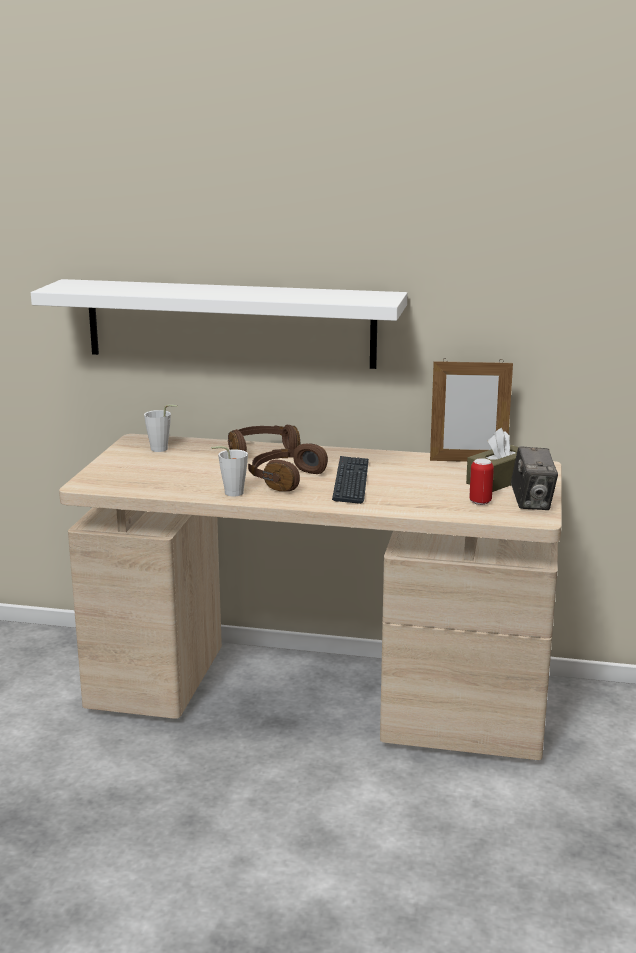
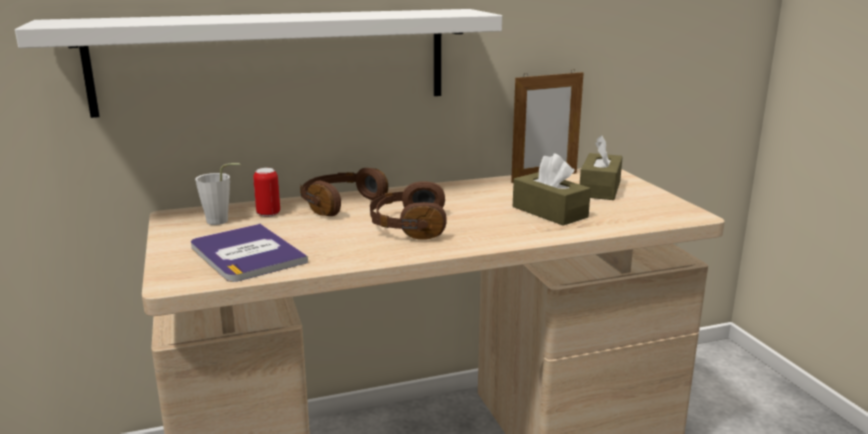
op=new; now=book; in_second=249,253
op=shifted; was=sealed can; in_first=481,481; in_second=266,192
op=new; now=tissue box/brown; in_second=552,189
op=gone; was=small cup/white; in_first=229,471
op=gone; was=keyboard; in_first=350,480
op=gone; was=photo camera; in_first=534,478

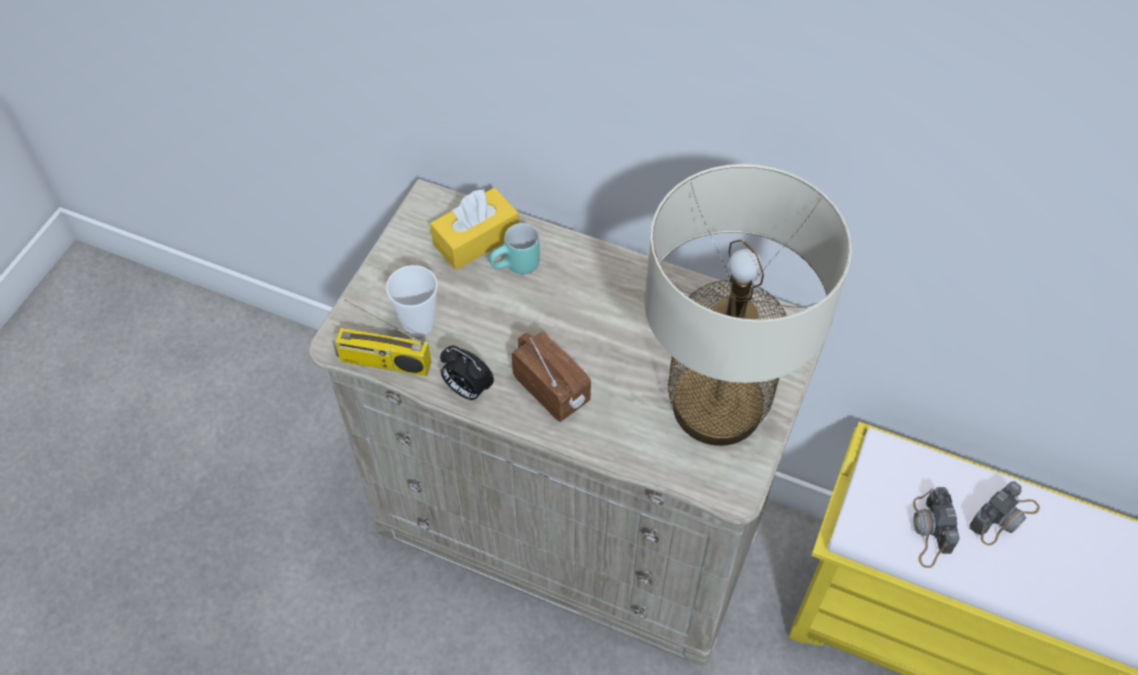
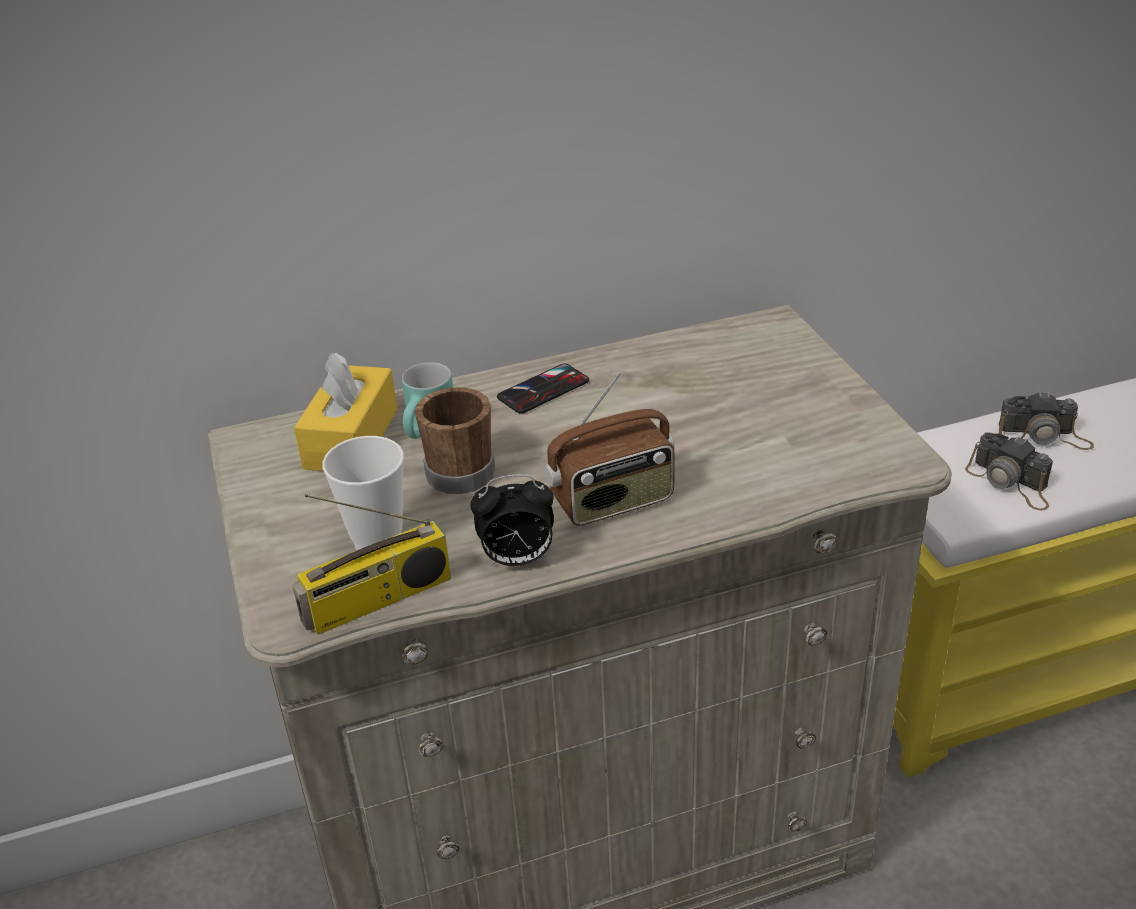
op=new; now=mug/brown; in_second=455,440
op=new; now=phone; in_second=543,388
op=rotated; was=radio receiver; in_first=551,377; in_second=609,449; clockwise=150
op=rotated; was=photo camera; in_first=1004,513; in_second=1046,420; clockwise=90
op=gone; was=tabletop lamp; in_first=748,305

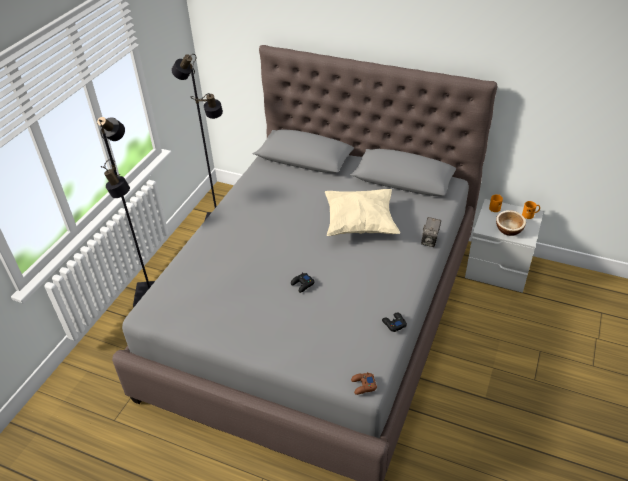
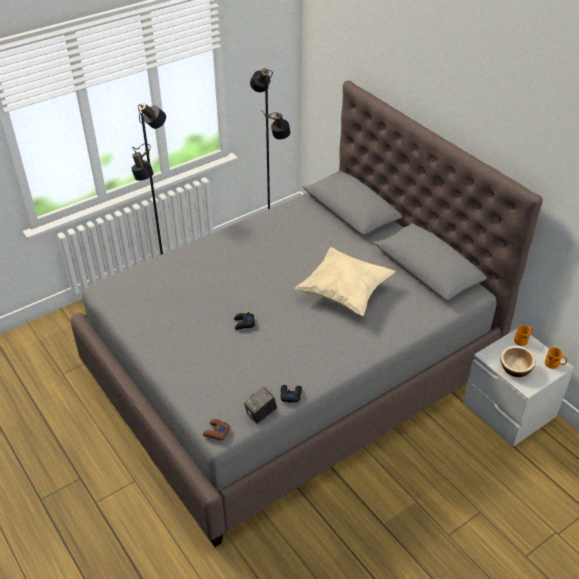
op=shifted; was=photo camera; in_first=431,232; in_second=260,405

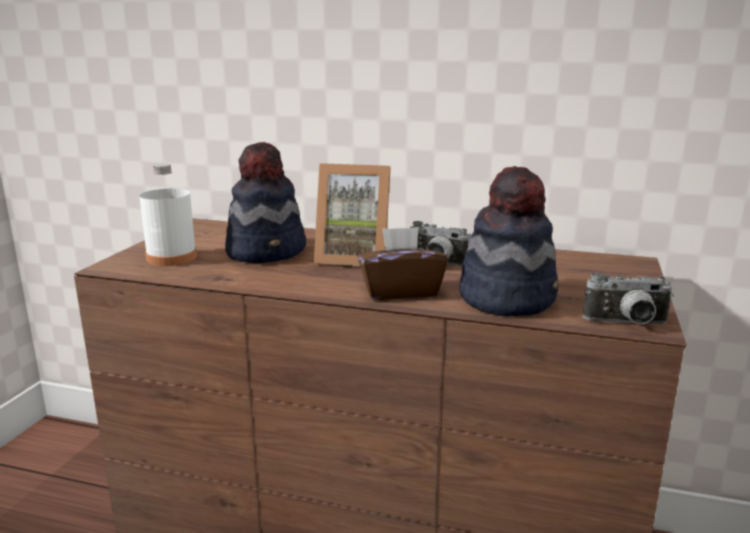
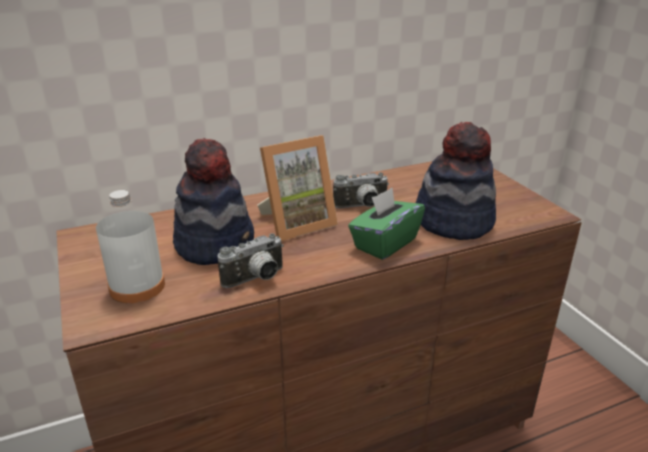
op=shifted; was=photo camera; in_first=628,298; in_second=250,260
op=repainted; was=tissue box/brown; now=tissue box/green; in_first=403,263; in_second=386,224

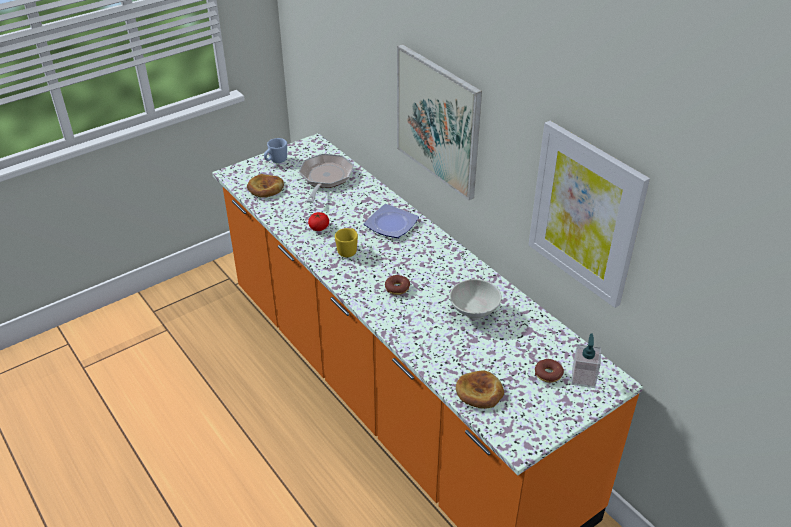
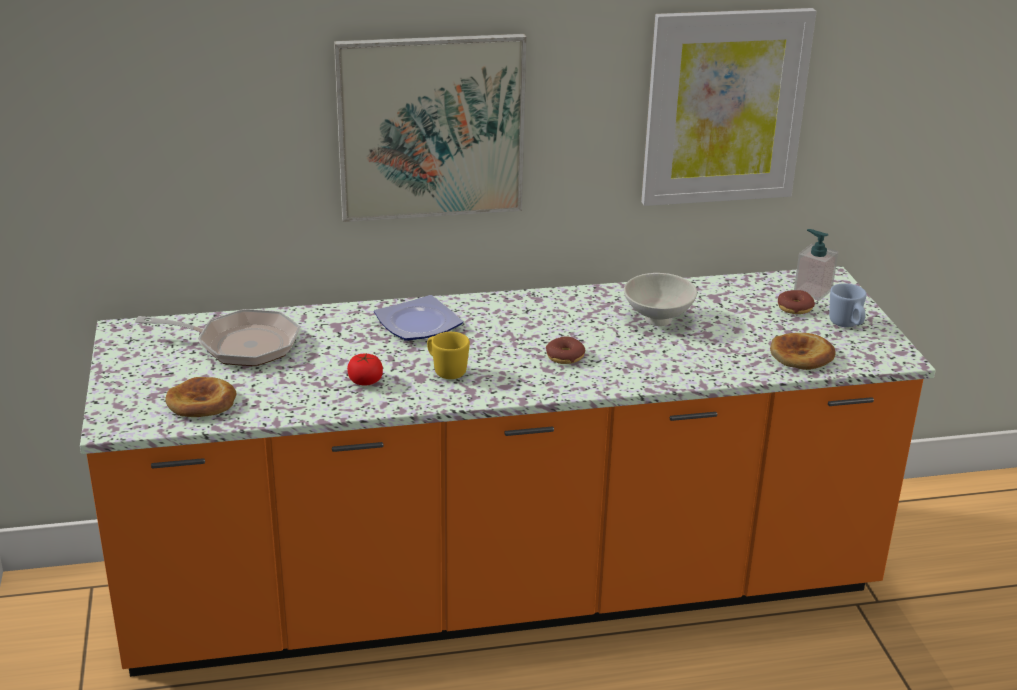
op=rotated; was=pan; in_first=326,178; in_second=217,337; clockwise=150
op=shifted; was=mug/blue; in_first=275,150; in_second=848,305

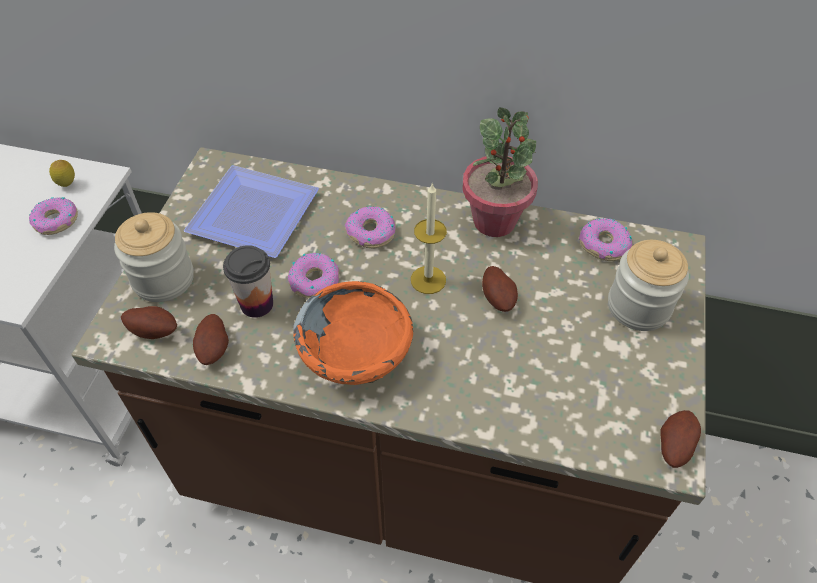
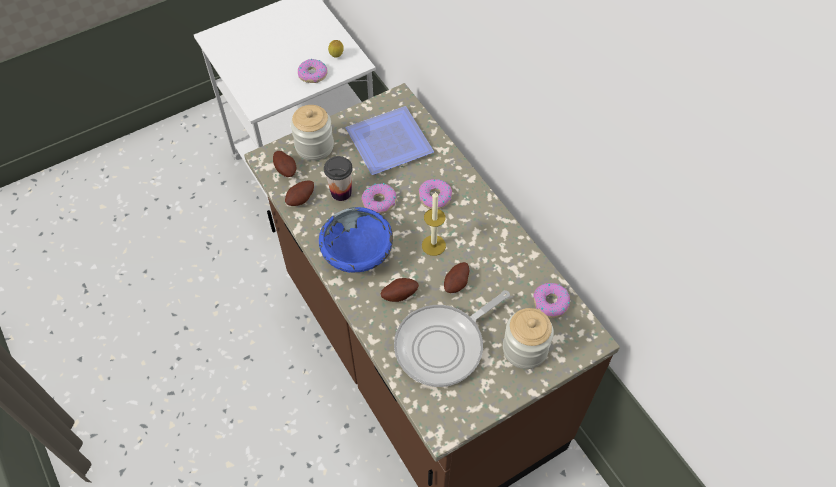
op=repainted; was=deep dish/orange; now=deep dish/blue; in_first=353,333; in_second=356,240
op=shifted; was=spud; in_first=680,439; in_second=399,290
op=new; now=pan; in_second=452,338
op=gone; was=potted plant; in_first=500,172

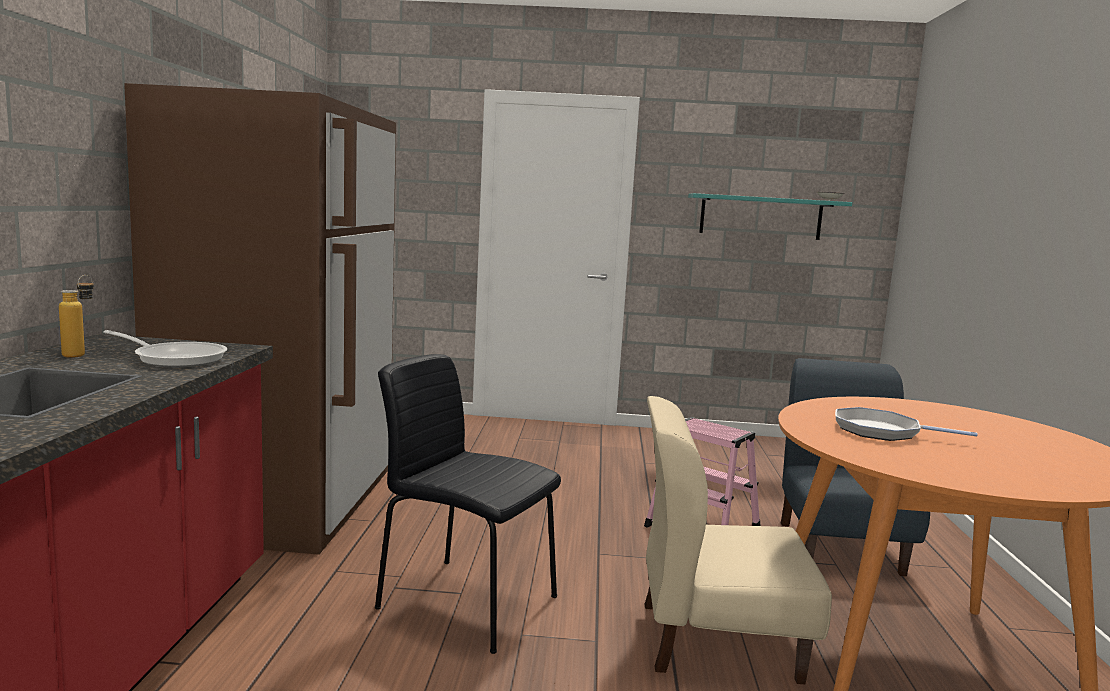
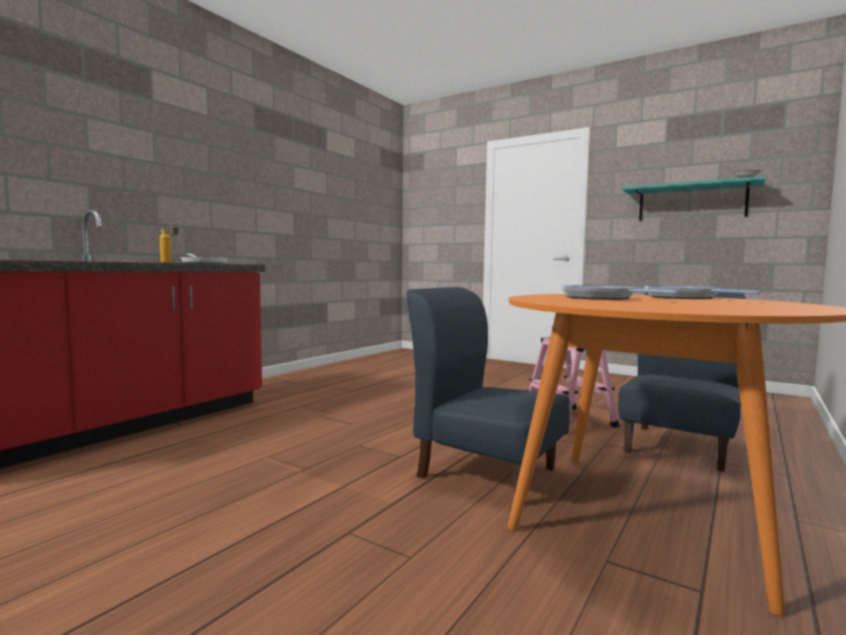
op=repainted; was=upright chair/sand-coloured; now=upright chair/blue; in_first=738,540; in_second=488,391
op=new; now=pan; in_second=703,292
op=gone; was=fridge/brown; in_first=260,319
op=gone; was=upright chair/blackish; in_first=468,504

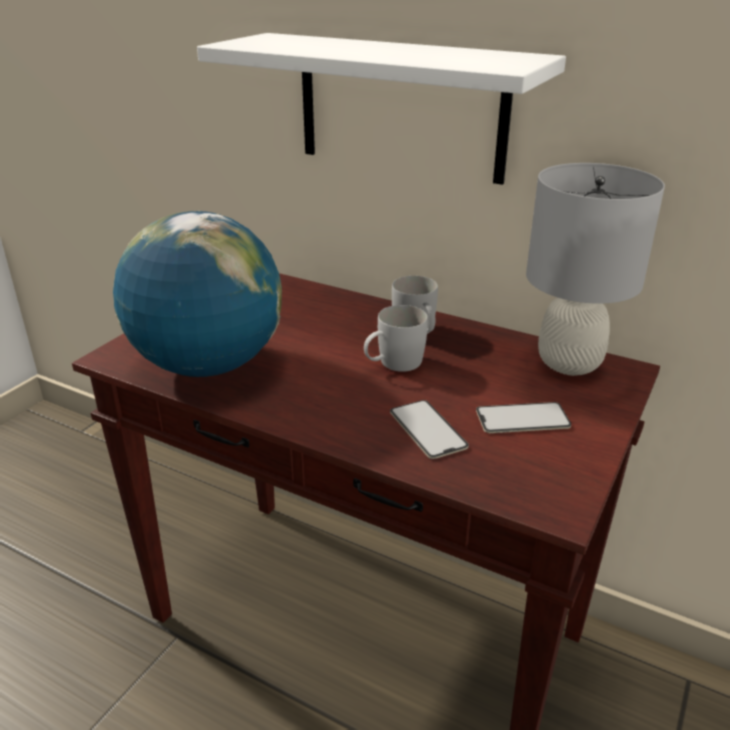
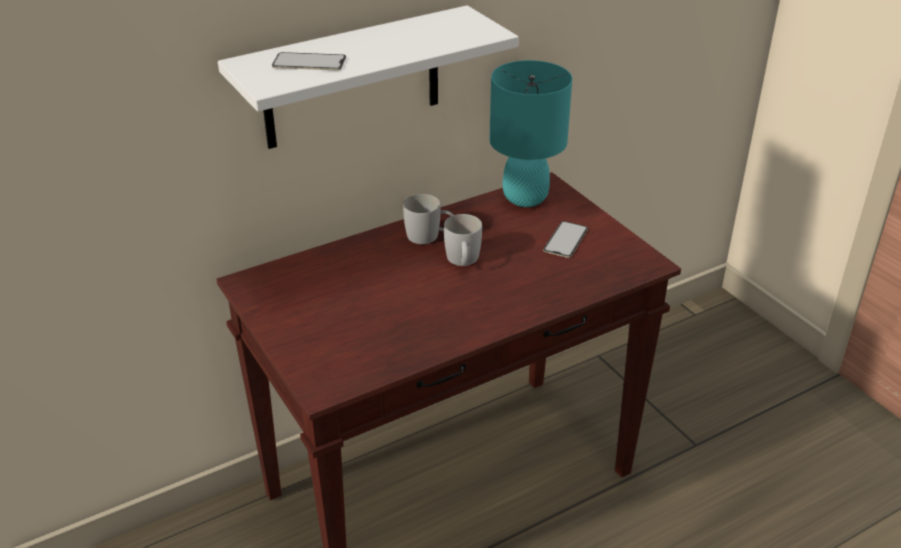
op=shifted; was=phone; in_first=429,429; in_second=309,61
op=repainted; was=tabletop lamp/gray; now=tabletop lamp/blue-green; in_first=595,269; in_second=531,133
op=gone; was=world globe; in_first=197,294

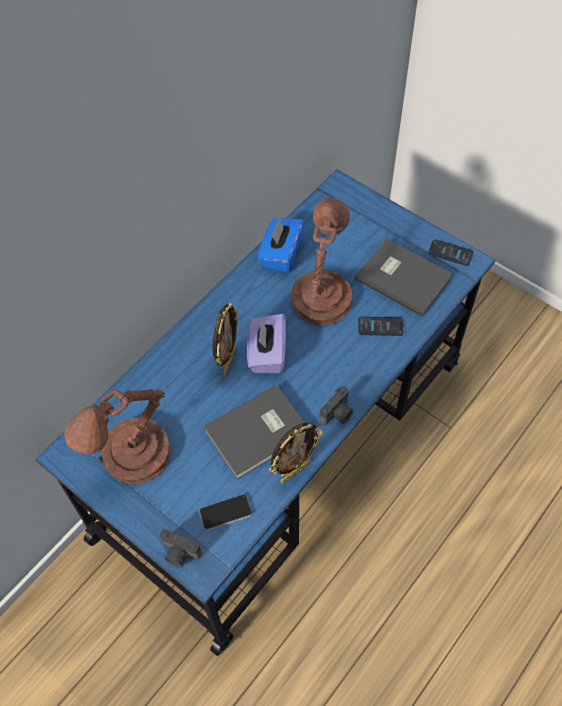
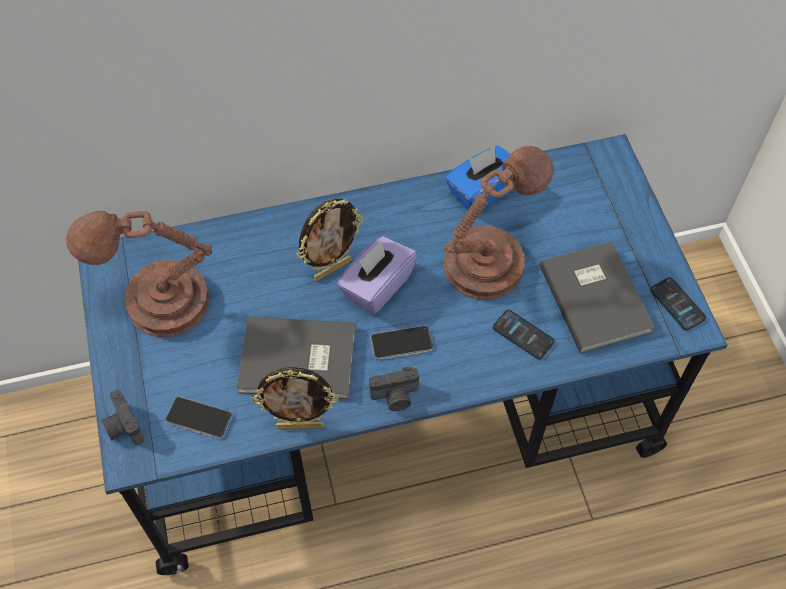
op=new; now=phone; in_second=401,343

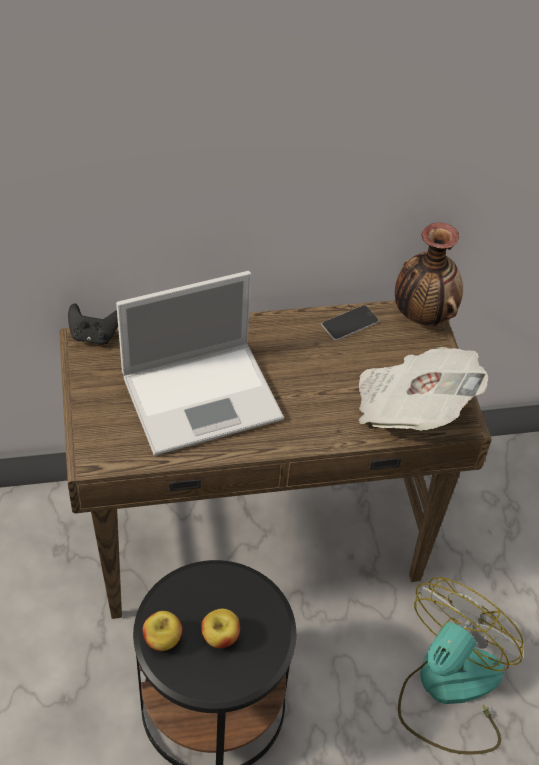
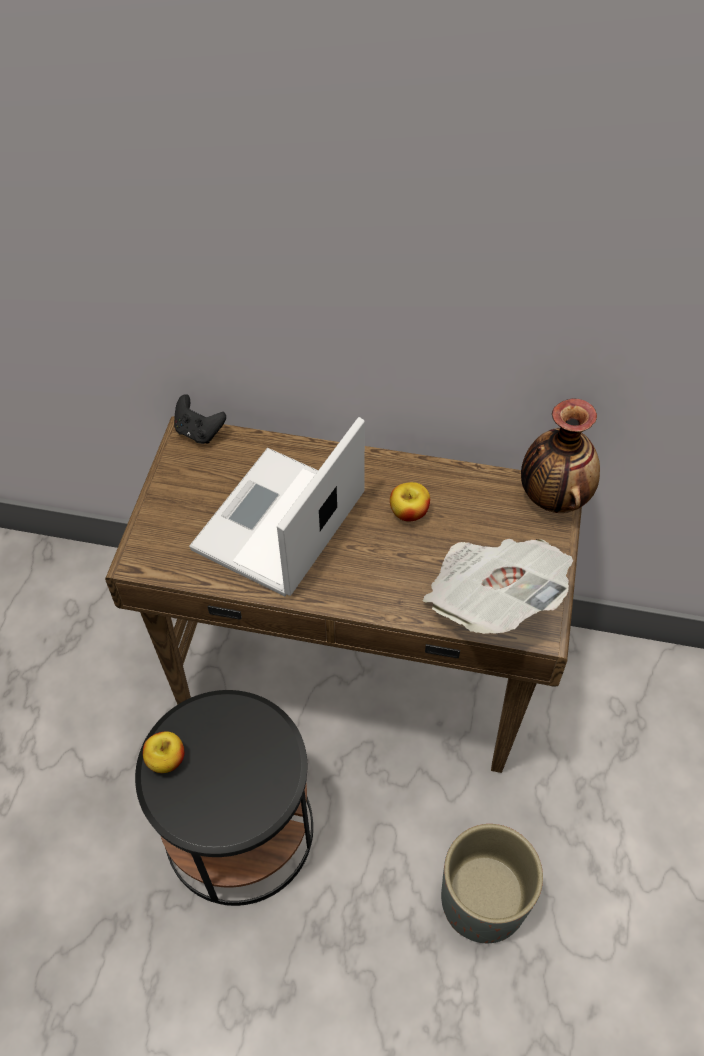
op=rotated; was=notebook computer; in_first=200,363; in_second=277,507; clockwise=120
op=shifted; was=apple fruit; in_first=220,628; in_second=410,502
op=swapped; was=fan; now=flower pot/gray; in_first=461,666; in_second=492,883
op=gone; was=phone; in_first=350,322

